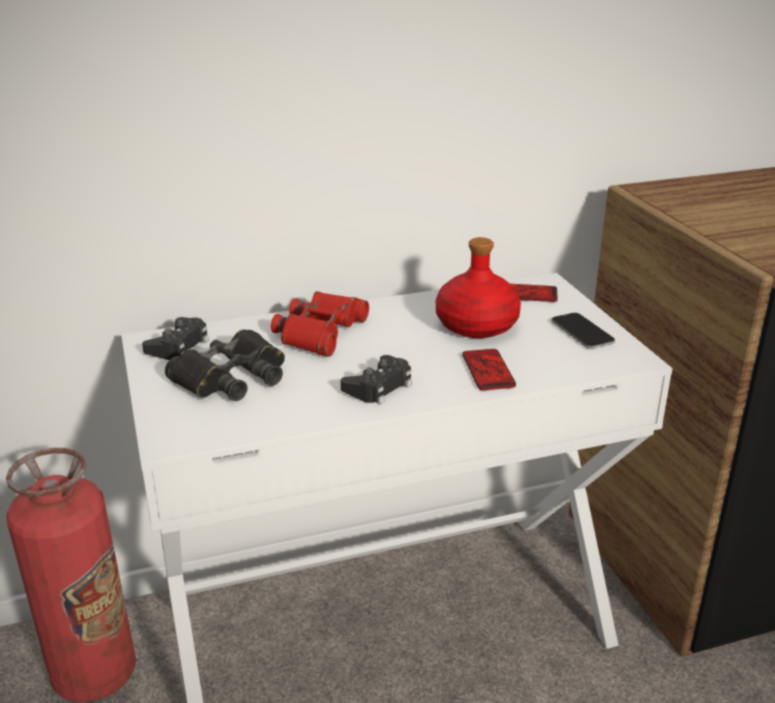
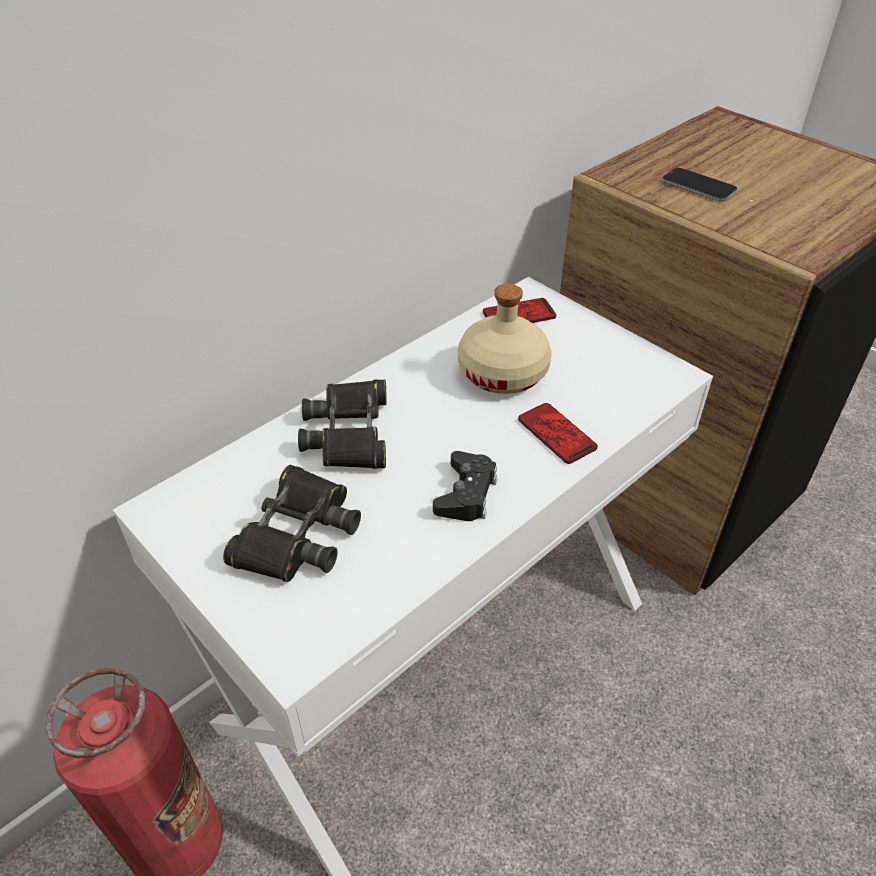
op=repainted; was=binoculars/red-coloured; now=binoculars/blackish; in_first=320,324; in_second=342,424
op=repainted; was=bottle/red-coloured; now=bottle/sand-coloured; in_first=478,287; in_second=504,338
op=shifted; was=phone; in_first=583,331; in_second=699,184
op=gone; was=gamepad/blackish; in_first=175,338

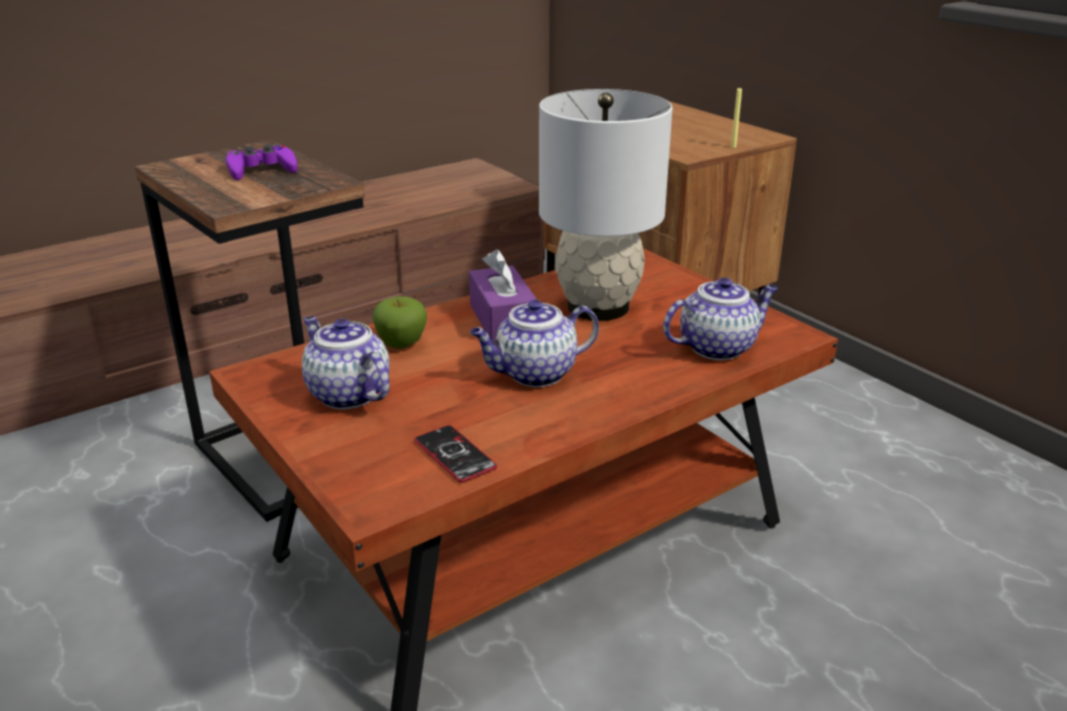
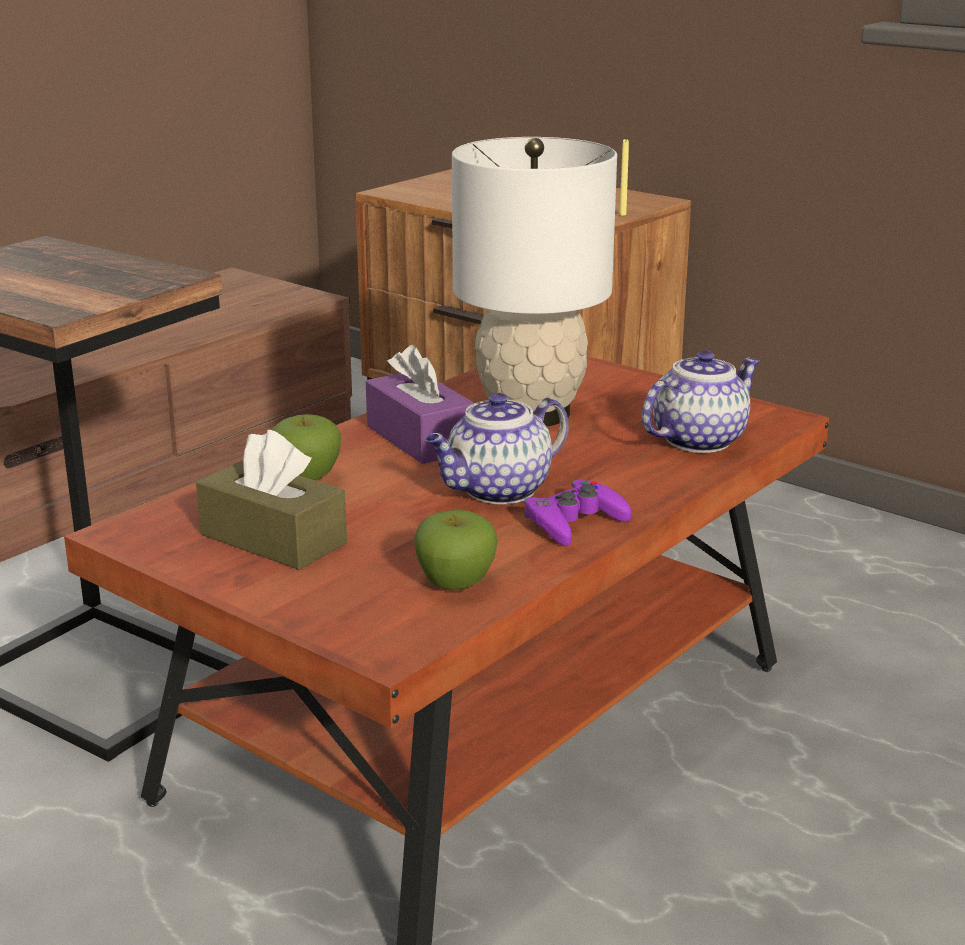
op=swapped; was=pot for tea; now=tissue box/brown; in_first=346,363; in_second=271,500
op=swapped; was=phone; now=apple fruit; in_first=455,453; in_second=456,550
op=shifted; was=gamepad/purplish; in_first=262,162; in_second=578,512

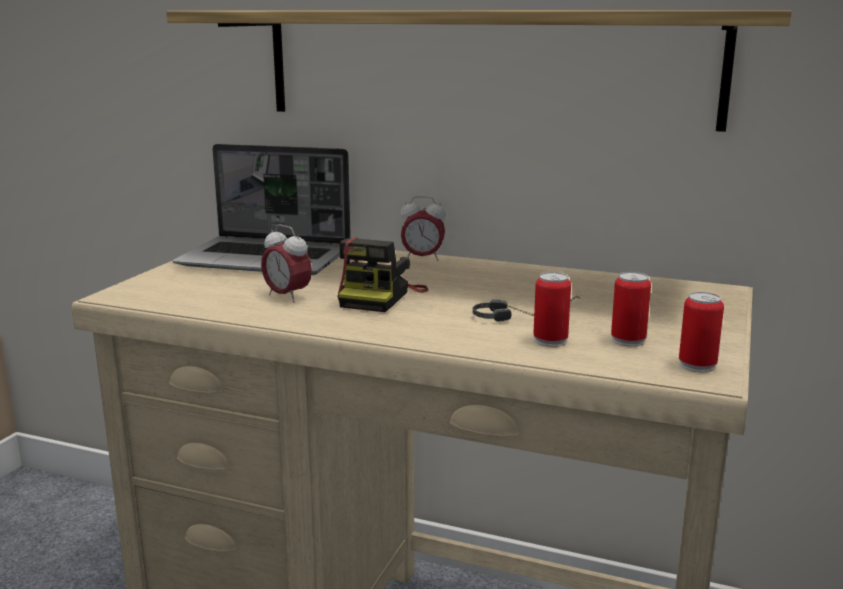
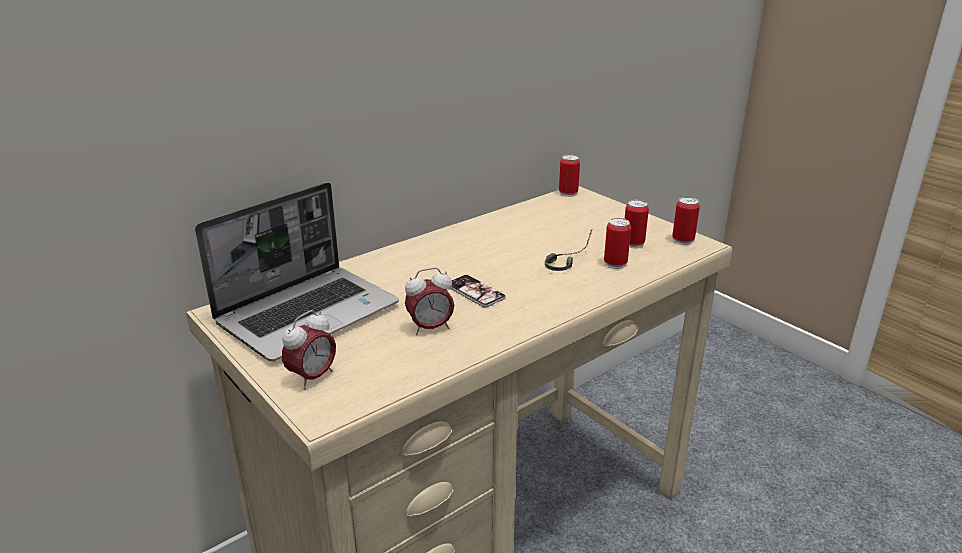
op=shifted; was=bedside clock; in_first=423,228; in_second=309,350
op=swapped; was=photo camera; now=phone; in_first=383,275; in_second=478,290
op=new; now=sealed can; in_second=569,176
op=gone; was=shelf; in_first=479,71

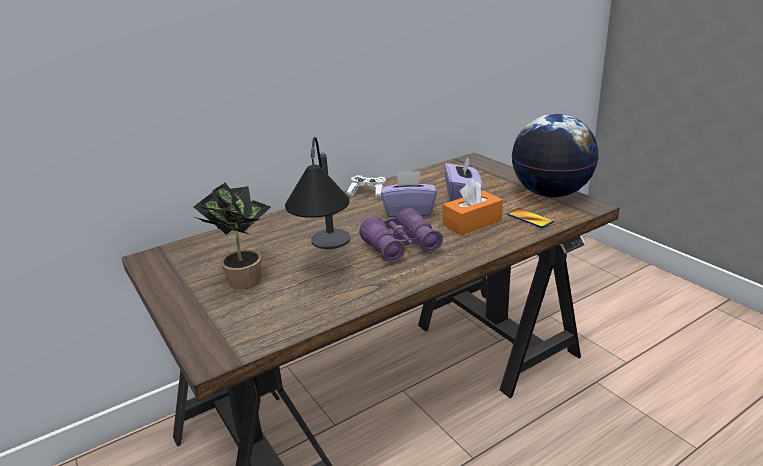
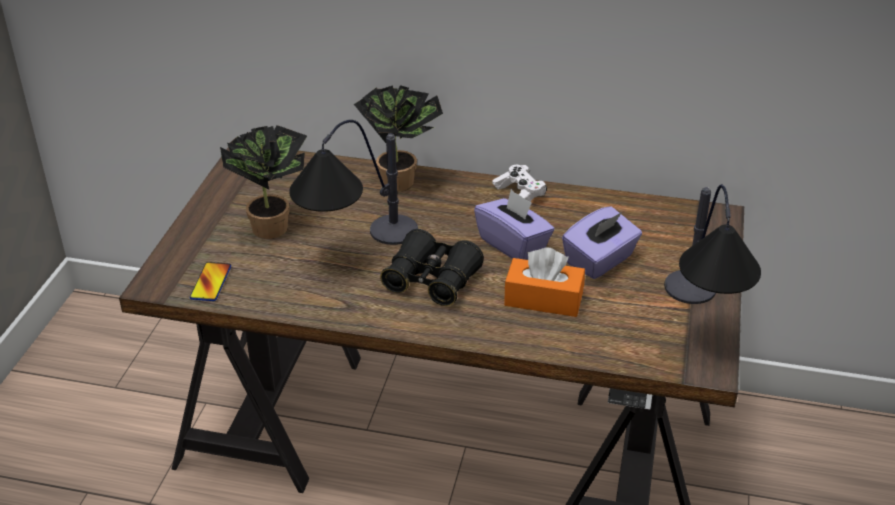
op=shifted; was=phone; in_first=530,218; in_second=210,281
op=new; now=potted plant; in_second=398,138
op=repainted; was=binoculars/purplish; now=binoculars/blackish; in_first=401,235; in_second=432,267
op=swapped; was=world globe; now=tabletop lamp; in_first=555,156; in_second=712,244

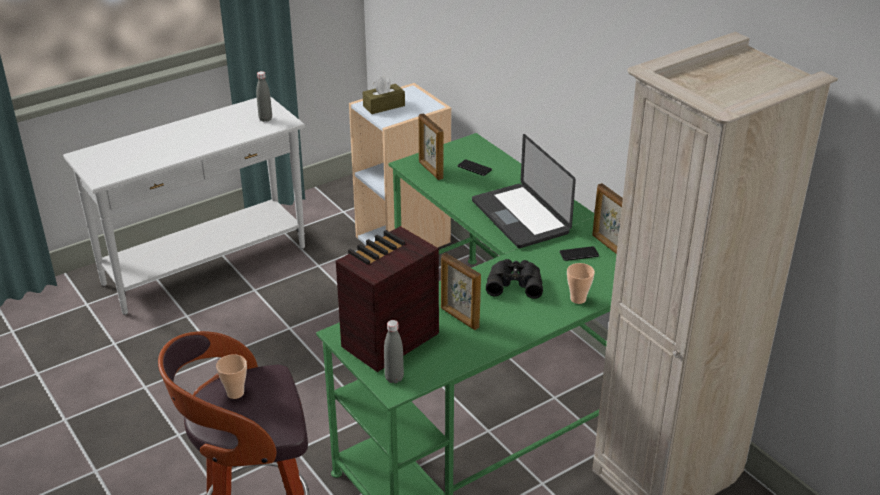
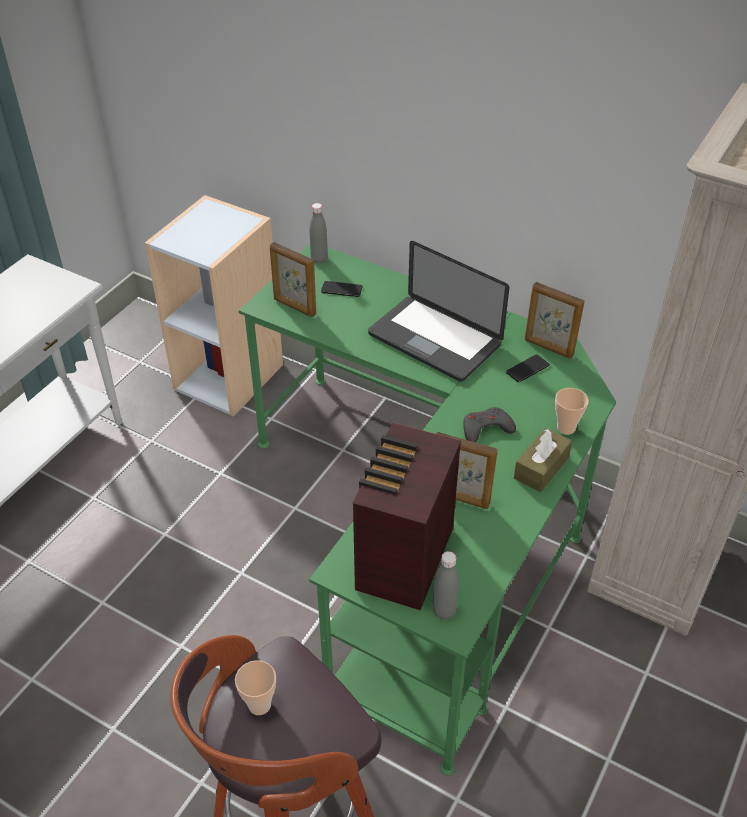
op=shifted; was=bottle/gray; in_first=264,96; in_second=319,233
op=swapped; was=binoculars/blackish; now=gamepad/gray; in_first=514,279; in_second=489,424
op=shifted; was=tissue box/brown; in_first=384,95; in_second=543,460

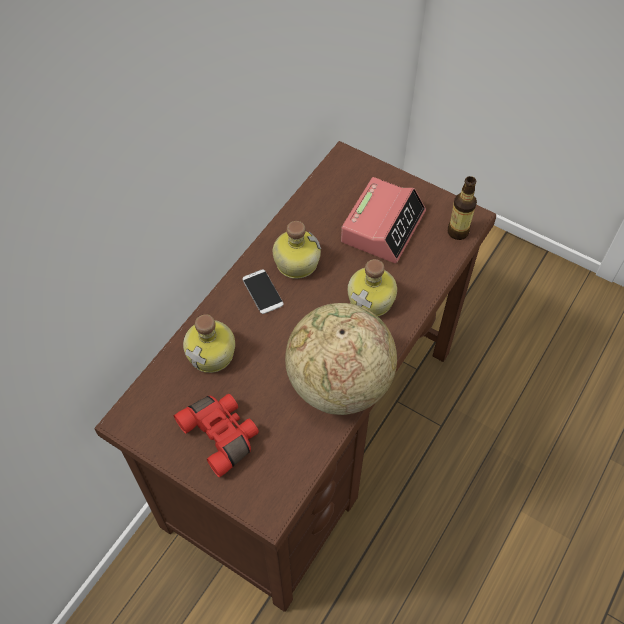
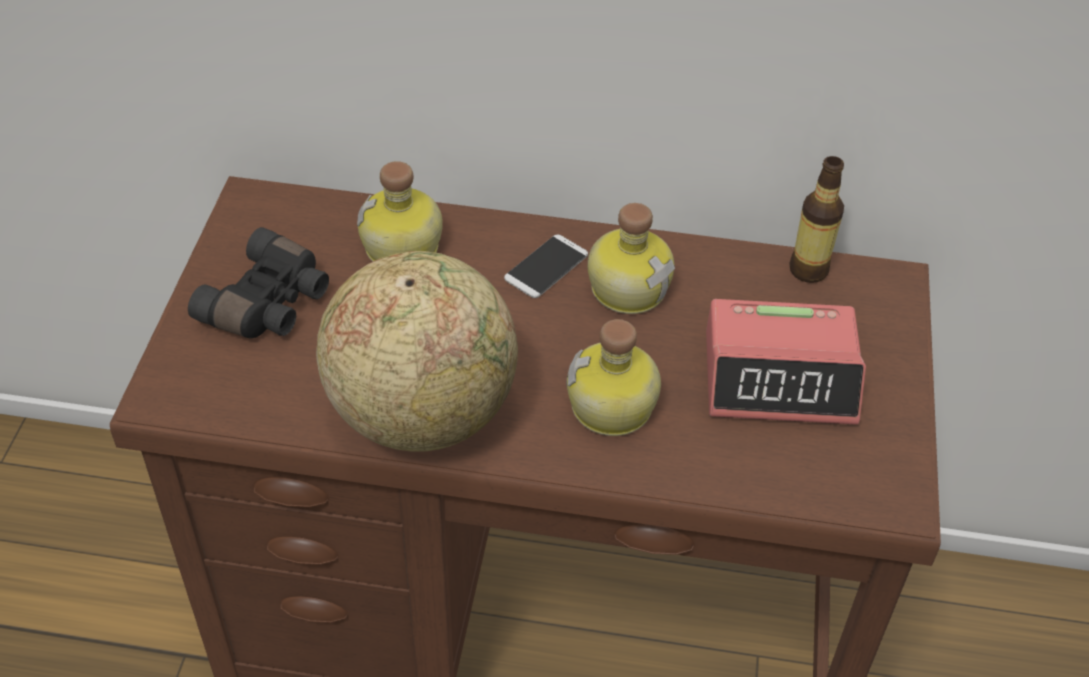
op=repainted; was=binoculars/red-coloured; now=binoculars/blackish; in_first=216,436; in_second=258,282
op=shifted; was=bottle; in_first=462,208; in_second=816,219

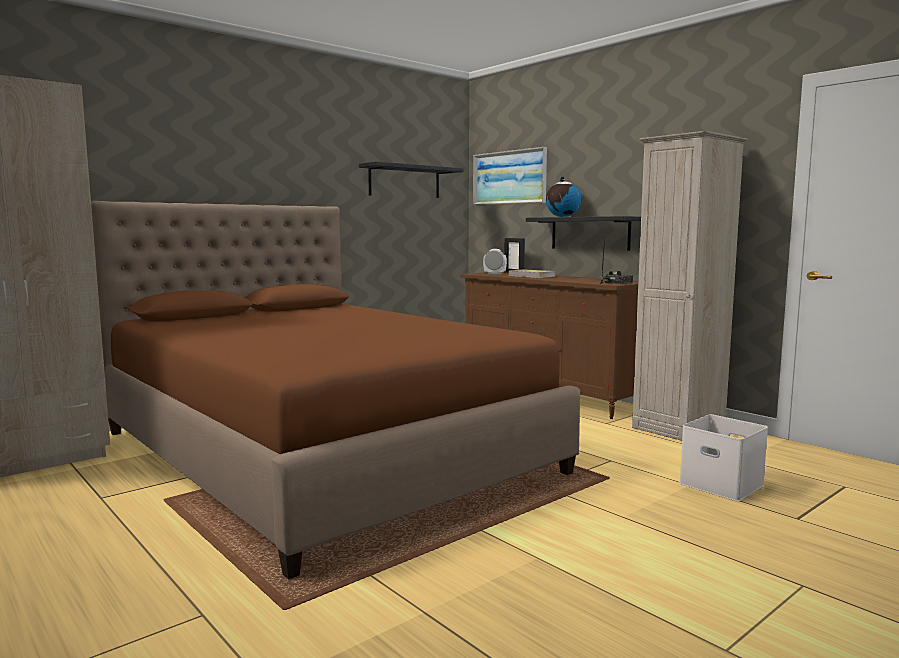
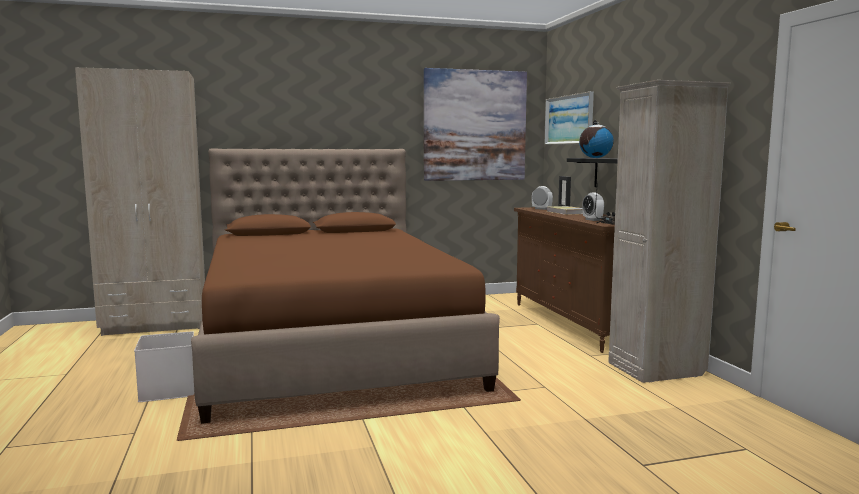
op=shifted; was=storage bin/white; in_first=723,457; in_second=164,366
op=swapped; was=shelf/blackish; now=wall art; in_first=411,180; in_second=475,124
op=new; now=bedside clock; in_second=593,207

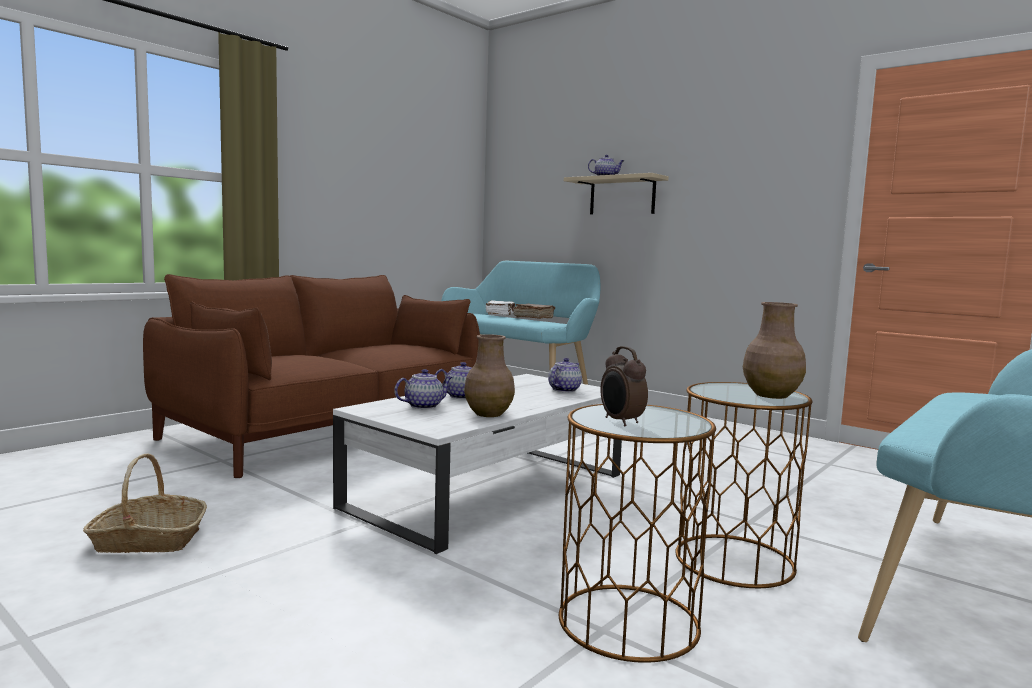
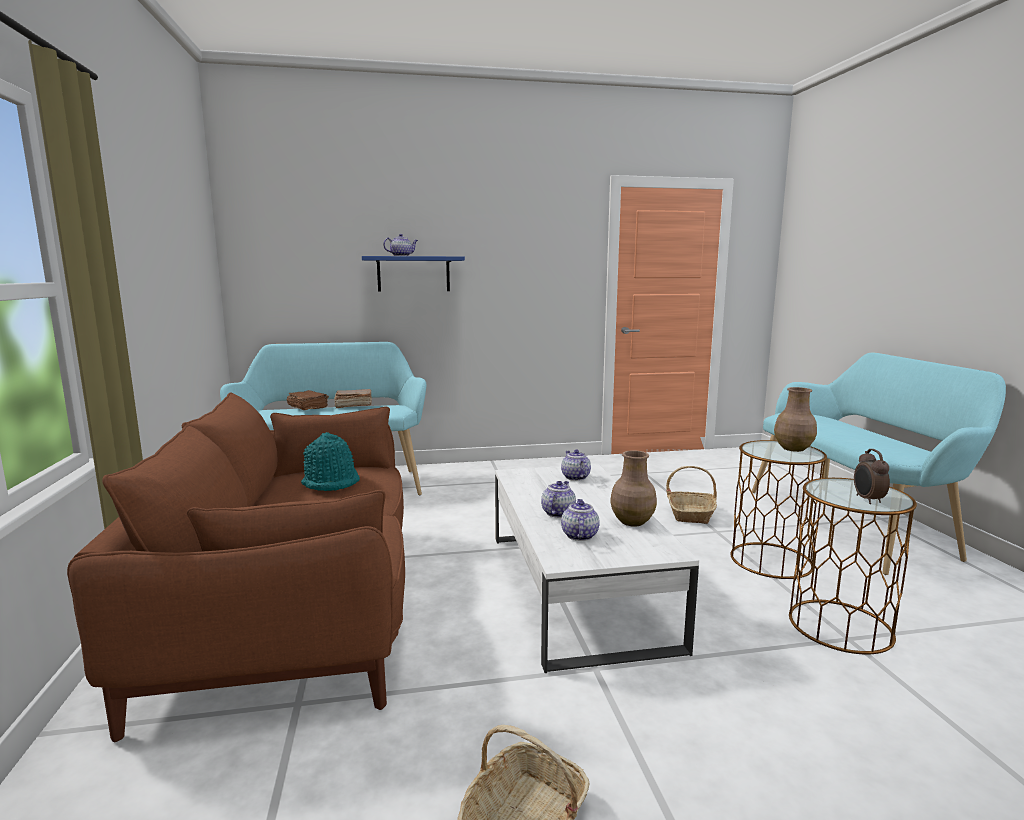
op=repainted; was=book/white; now=book/brown; in_first=500,308; in_second=308,400
op=new; now=clothing hat/blue-green; in_second=330,461
op=repainted; was=shelf/sand-coloured; now=shelf/blue; in_first=616,193; in_second=413,274
op=new; now=household basket; in_second=691,495
op=rotated; was=bedside clock; in_first=624,386; in_second=872,476; clockwise=75

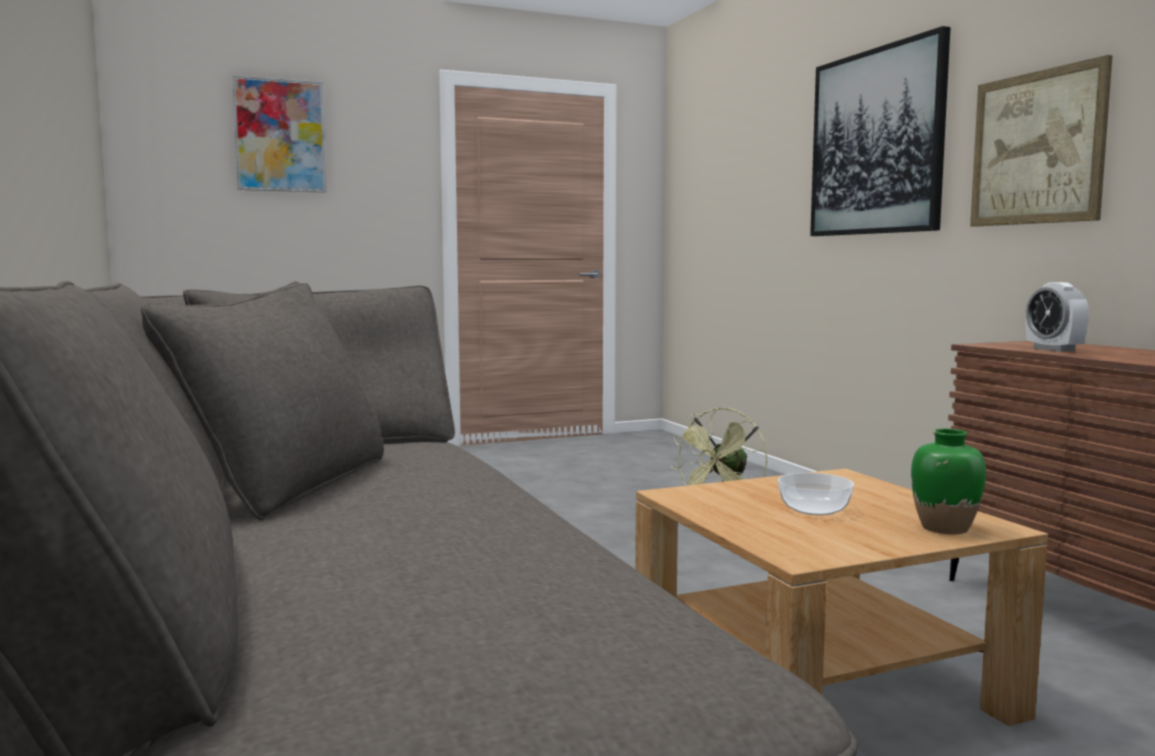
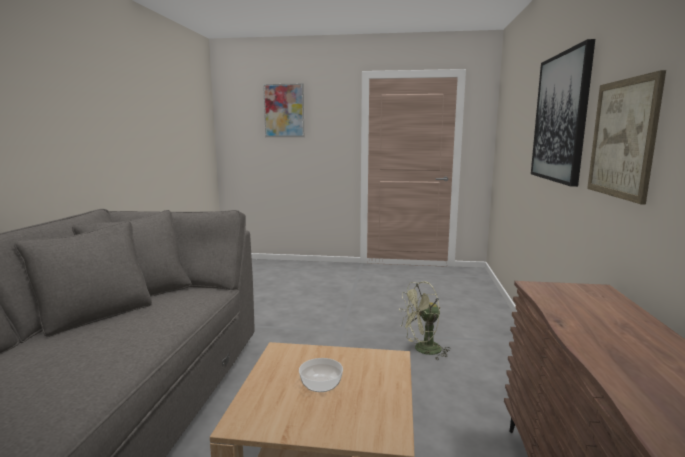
op=gone; was=flower vase/green; in_first=948,481
op=gone; was=bedside clock; in_first=1057,317

